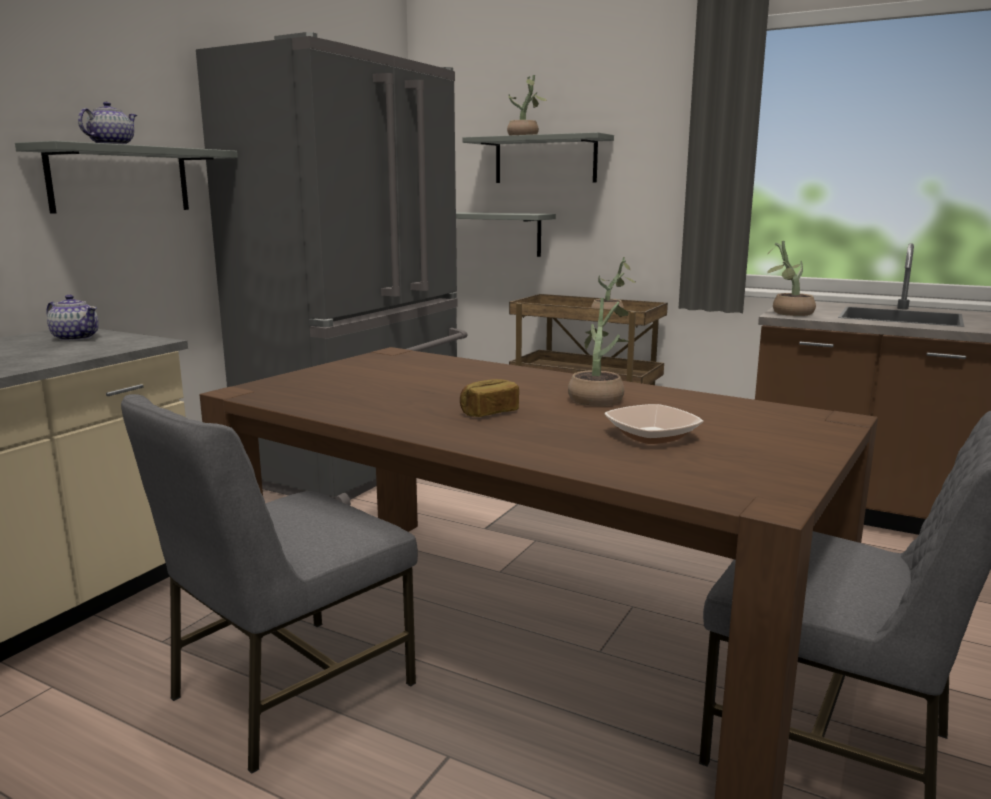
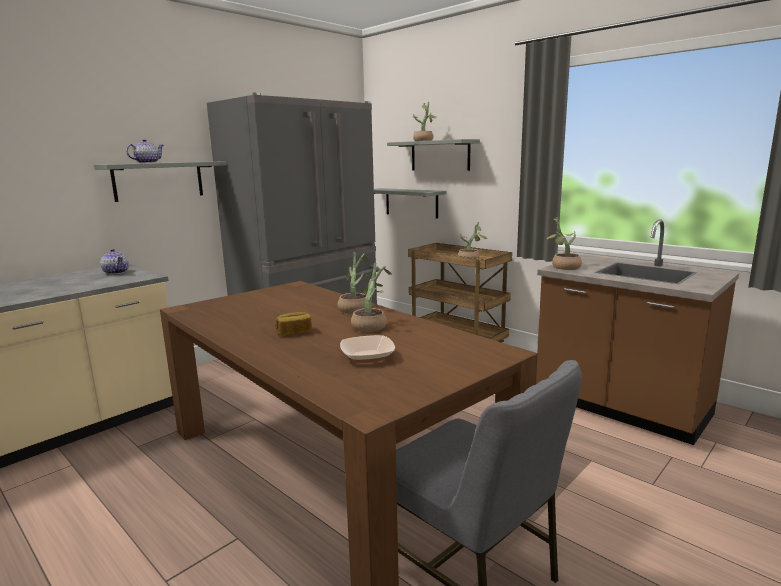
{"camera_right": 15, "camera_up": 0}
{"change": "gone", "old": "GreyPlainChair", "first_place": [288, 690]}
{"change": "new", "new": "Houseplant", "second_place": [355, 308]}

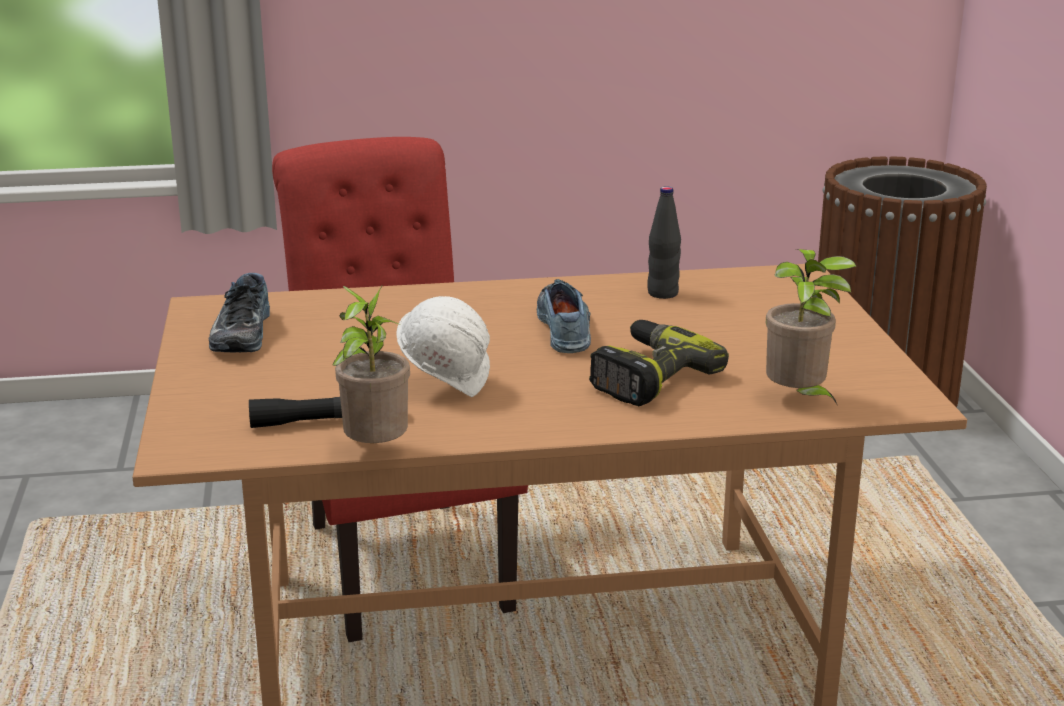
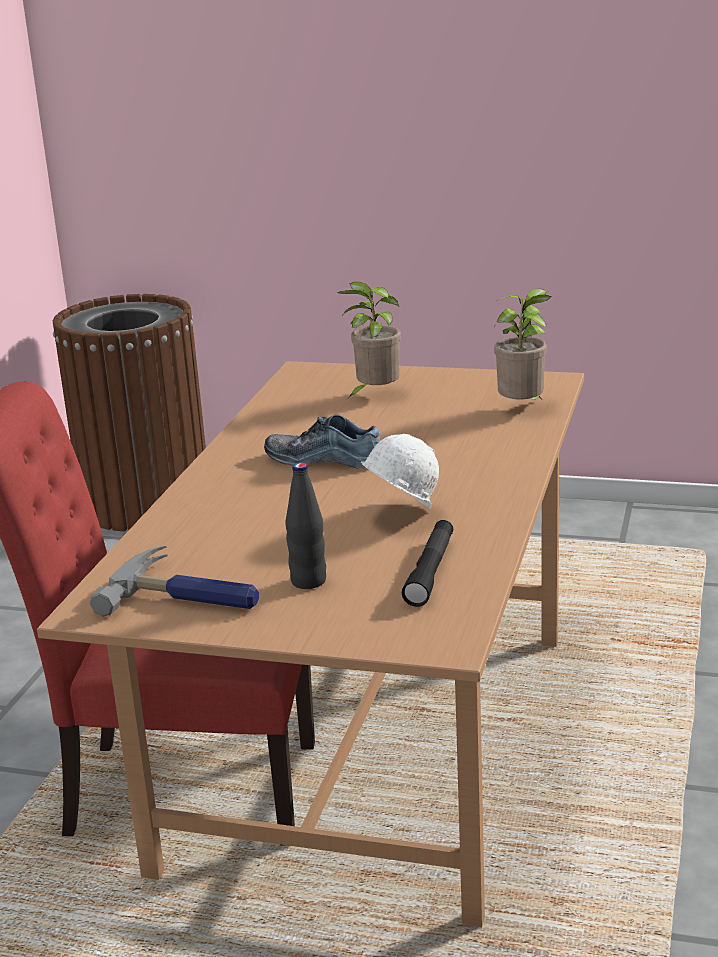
{"camera_right": -65, "camera_up": 0}
{"change": "swapped", "old": "LowShoe", "new": "ToolHammer", "first_place": [240, 334], "second_place": [189, 596]}
{"change": "shifted", "old": "Houseplant", "first_place": [374, 451], "second_place": [375, 395]}
{"change": "gone", "old": "ElectricDrill", "first_place": [647, 377]}
{"change": "shifted", "old": "BlackDrinkBottle", "first_place": [662, 293], "second_place": [308, 581]}

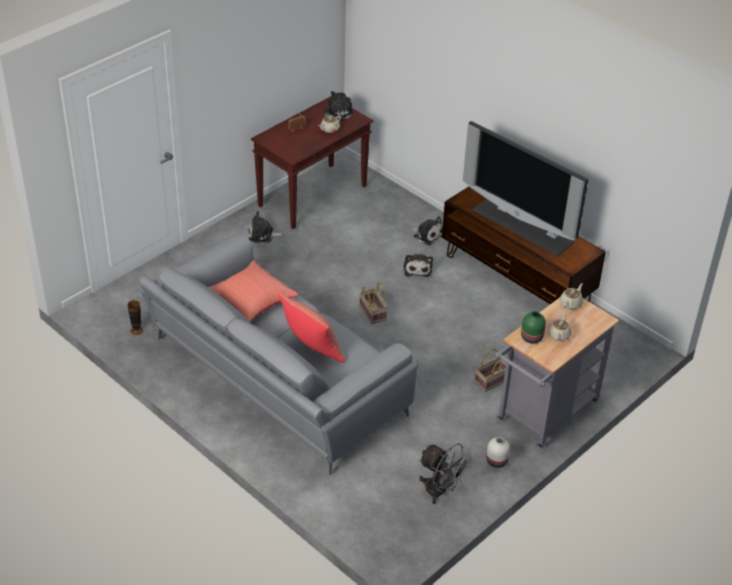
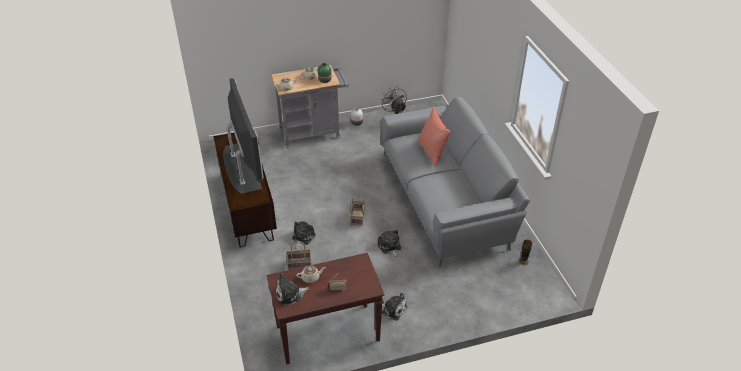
{"camera_right": -150, "camera_up": 0}
{"change": "gone", "old": "RedThrowPillow", "first_place": [252, 302]}
{"change": "shifted", "old": "SoftToy", "first_place": [427, 235], "second_place": [389, 247]}
{"change": "shifted", "old": "StorageBasket", "first_place": [491, 381], "second_place": [300, 264]}

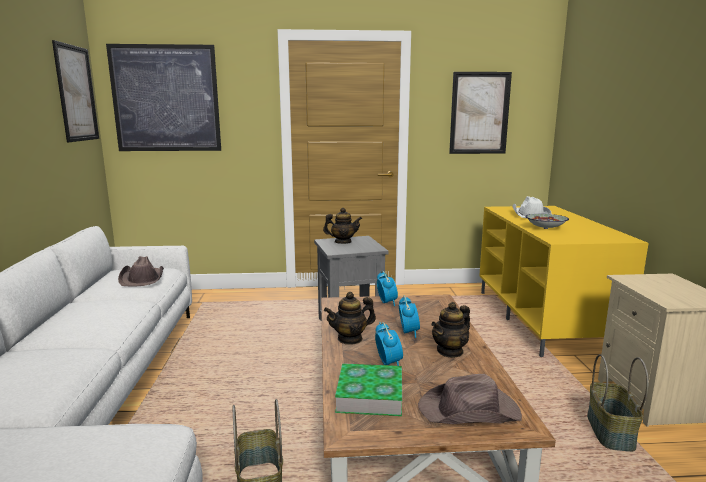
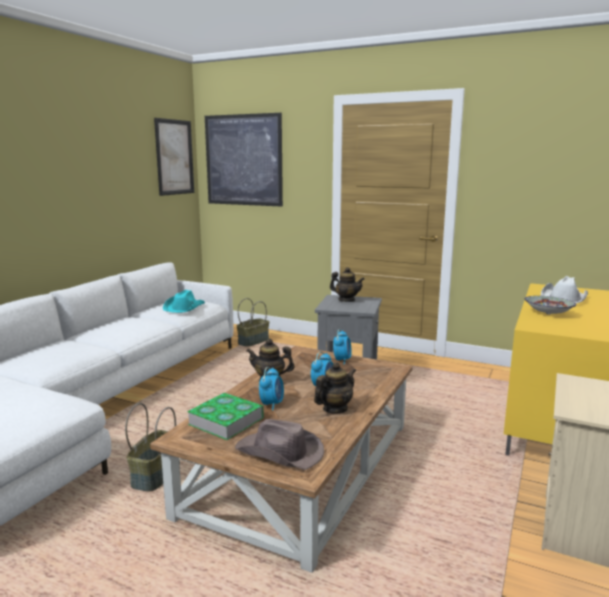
{"camera_right": 30, "camera_up": 0}
{"change": "repainted", "old": "BrownishWearableHat", "new": "BlueGreenWearableHat", "first_place": [142, 278], "second_place": [184, 307]}
{"change": "rotated", "old": "PotForTea", "first_place": [450, 351], "second_place": [334, 409], "degrees": 150}
{"change": "gone", "old": "WallPicture", "first_place": [479, 113]}
{"change": "shifted", "old": "StorageBasket", "first_place": [609, 431], "second_place": [253, 341]}

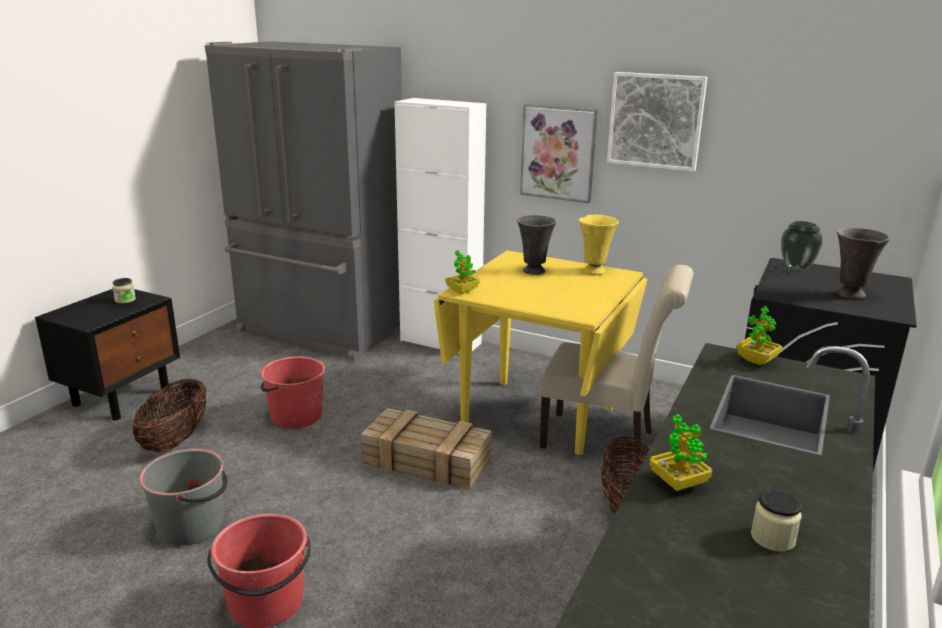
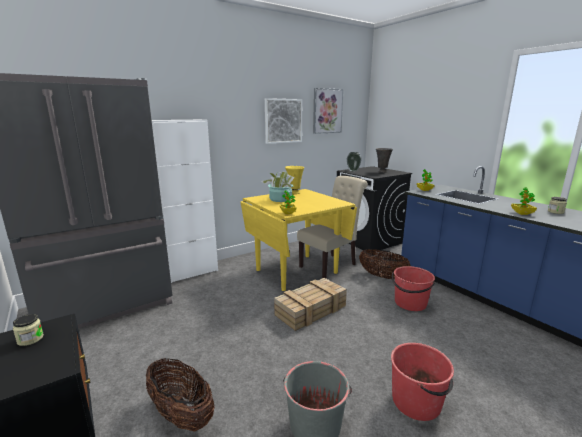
{"camera_right": -60, "camera_up": -5}
{"change": "shifted", "old": "RedBucket", "first_place": [295, 416], "second_place": [410, 303]}
{"change": "swapped", "old": "GreyVase", "new": "Houseplant", "first_place": [534, 271], "second_place": [280, 199]}
{"change": "shifted", "old": "WallPicture", "first_place": [558, 153], "second_place": [327, 111]}

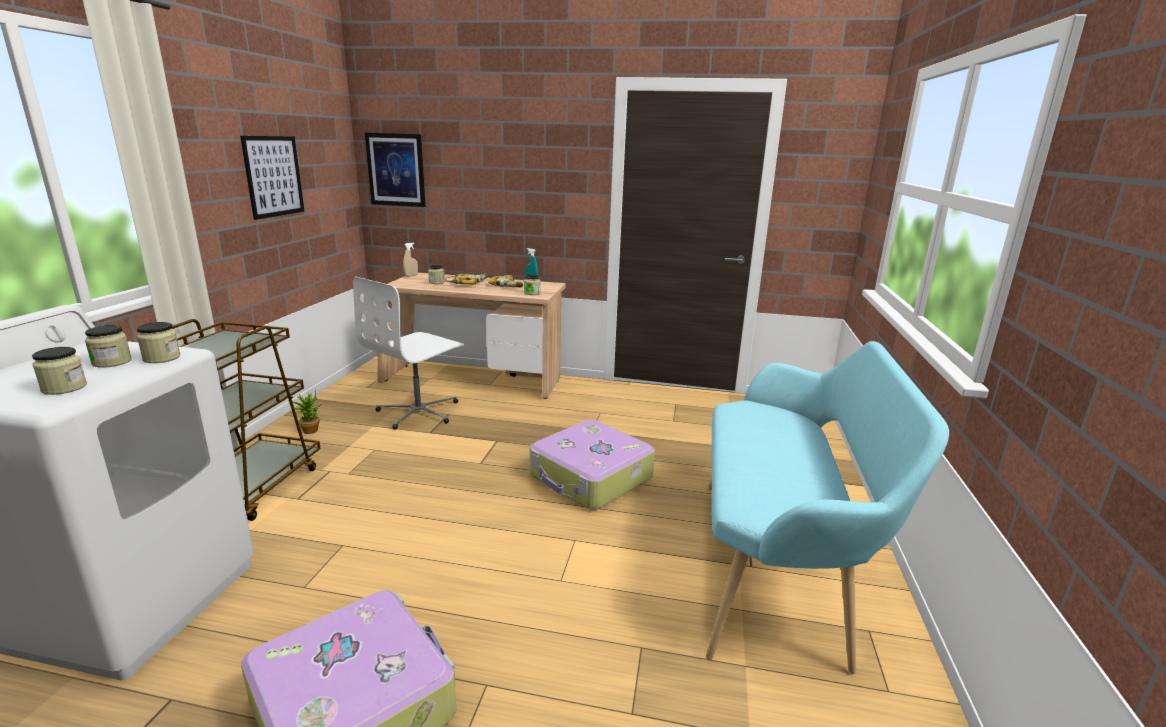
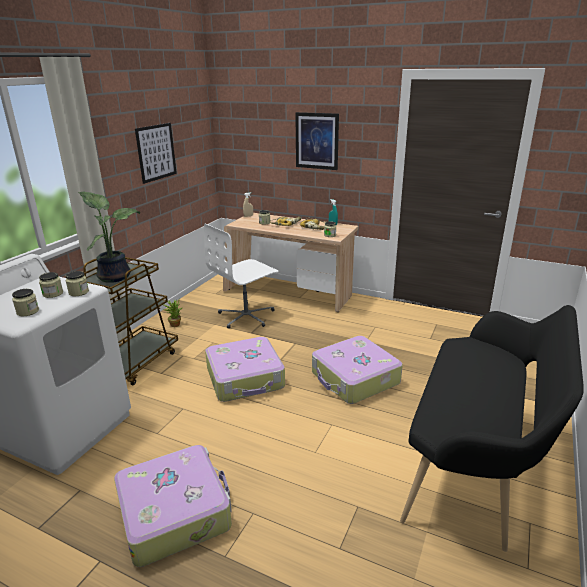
{"camera_right": 15, "camera_up": 5}
{"change": "shifted", "old": "WallPicture", "first_place": [396, 170], "second_place": [317, 141]}
{"change": "repainted", "old": "BlueGreenLongSeat", "new": "BlackLongSeat", "first_place": [779, 567], "second_place": [476, 465]}
{"change": "new", "new": "Houseplant", "second_place": [115, 276]}
{"change": "new", "new": "PieceOfLuggage", "second_place": [246, 378]}

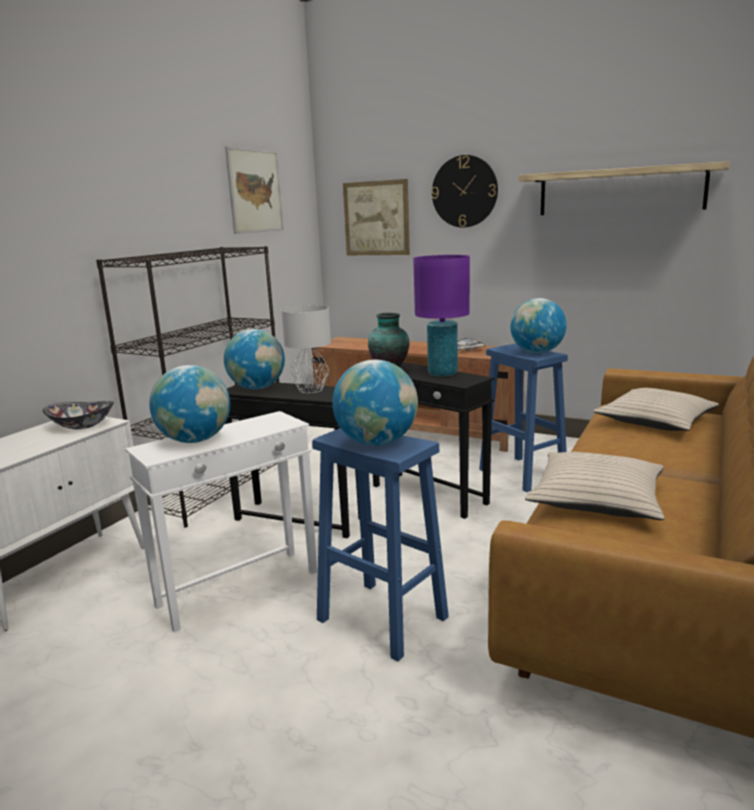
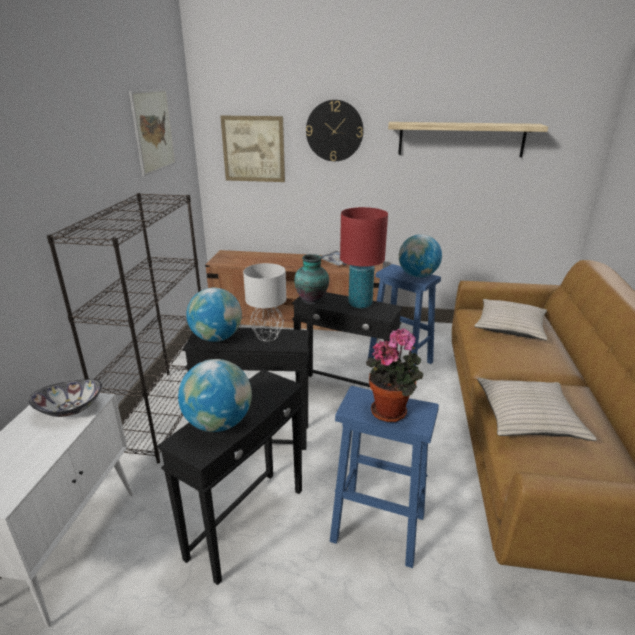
{"camera_right": -20, "camera_up": 10}
{"change": "repainted", "old": "WhiteColouredSideTable", "new": "BlackSideTable", "first_place": [240, 588], "second_place": [247, 523]}
{"change": "swapped", "old": "WorldGlobe", "new": "Houseplant", "first_place": [377, 443], "second_place": [392, 411]}
{"change": "repainted", "old": "PurplishLampForATable", "new": "RedLampForATable", "first_place": [443, 374], "second_place": [360, 304]}

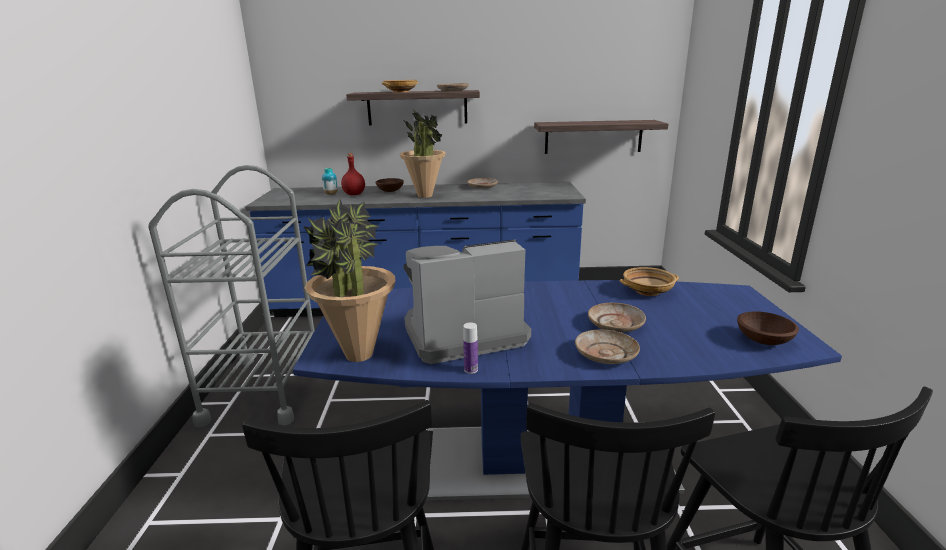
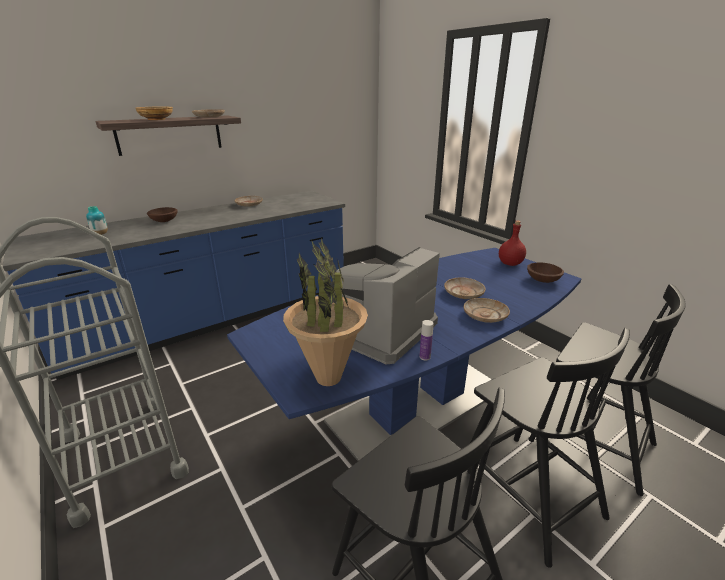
{"camera_right": -35, "camera_up": 5}
{"change": "shifted", "old": "RedDrinkBottle", "first_place": [354, 194], "second_place": [510, 264]}
{"change": "gone", "old": "Houseplant", "first_place": [425, 196]}
{"change": "gone", "old": "WallShelf", "first_place": [593, 137]}
{"change": "gone", "old": "SandColouredDeepDish", "first_place": [648, 291]}

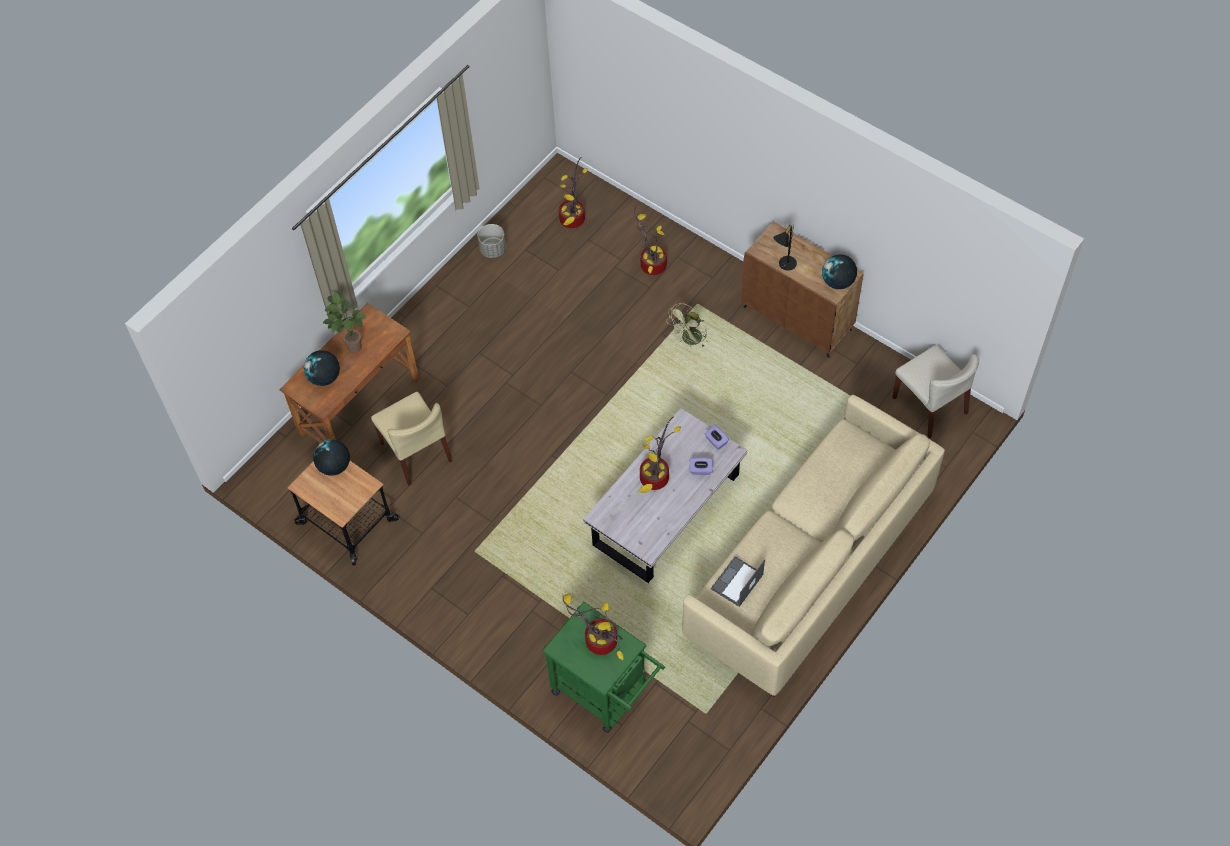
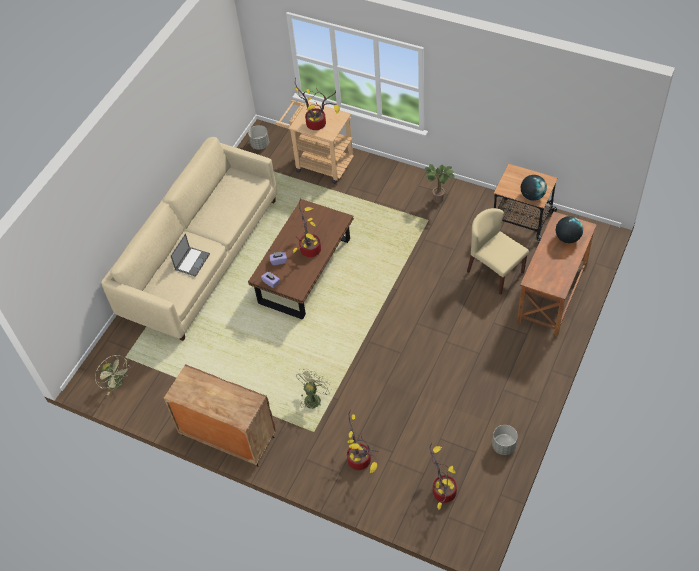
{"camera_right": 170, "camera_up": -5}
{"change": "shifted", "old": "Houseplant", "first_place": [352, 347], "second_place": [440, 199]}
{"change": "repainted", "old": "GreenColouredTrolley", "new": "SandColouredTrolley", "first_place": [605, 694], "second_place": [319, 163]}
{"change": "repainted", "old": "WhiteColouredCoffeeTable", "new": "BrownishCoffeeTable", "first_place": [665, 510], "second_place": [305, 270]}
{"change": "shifted", "old": "Laptop", "first_place": [737, 582], "second_place": [192, 261]}
{"change": "gone", "old": "BlackLampForATable", "first_place": [784, 264]}
{"change": "gone", "old": "WorldGlobe", "first_place": [838, 282]}
{"change": "swapped", "old": "SandColouredPlainChair", "new": "GreenColouredElectricFan", "first_place": [930, 406], "second_place": [117, 384]}
{"change": "new", "new": "GreyPlanter", "second_place": [260, 144]}

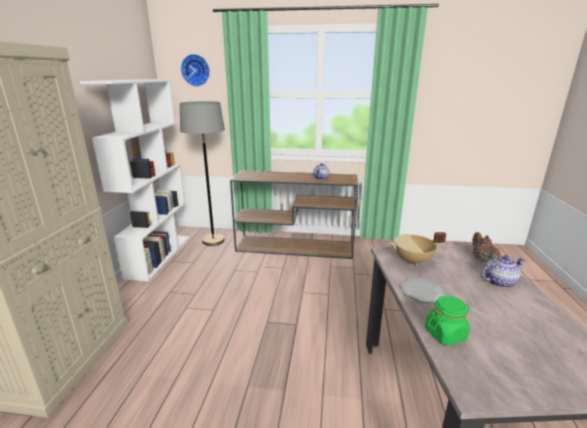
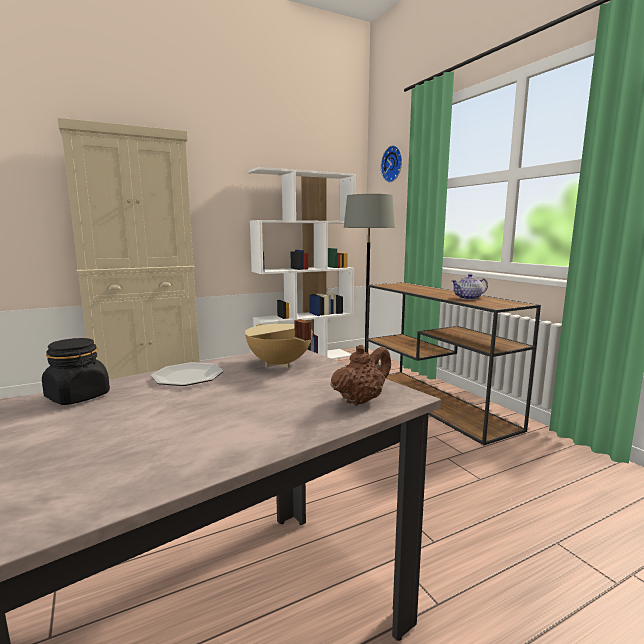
{"camera_right": 55, "camera_up": -10}
{"change": "repainted", "old": "GreenColouredJar", "new": "BlackJar", "first_place": [445, 334], "second_place": [78, 397]}
{"change": "gone", "old": "PotForTea", "first_place": [498, 282]}

